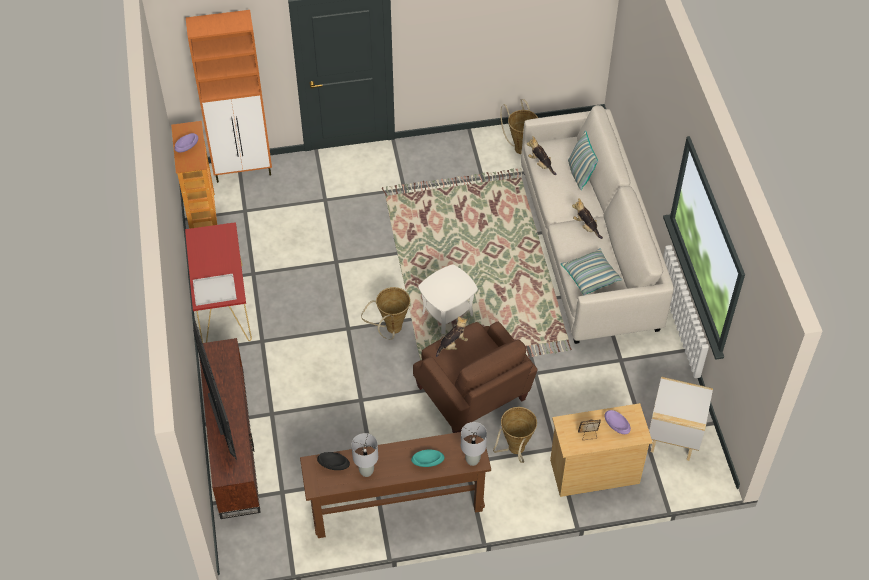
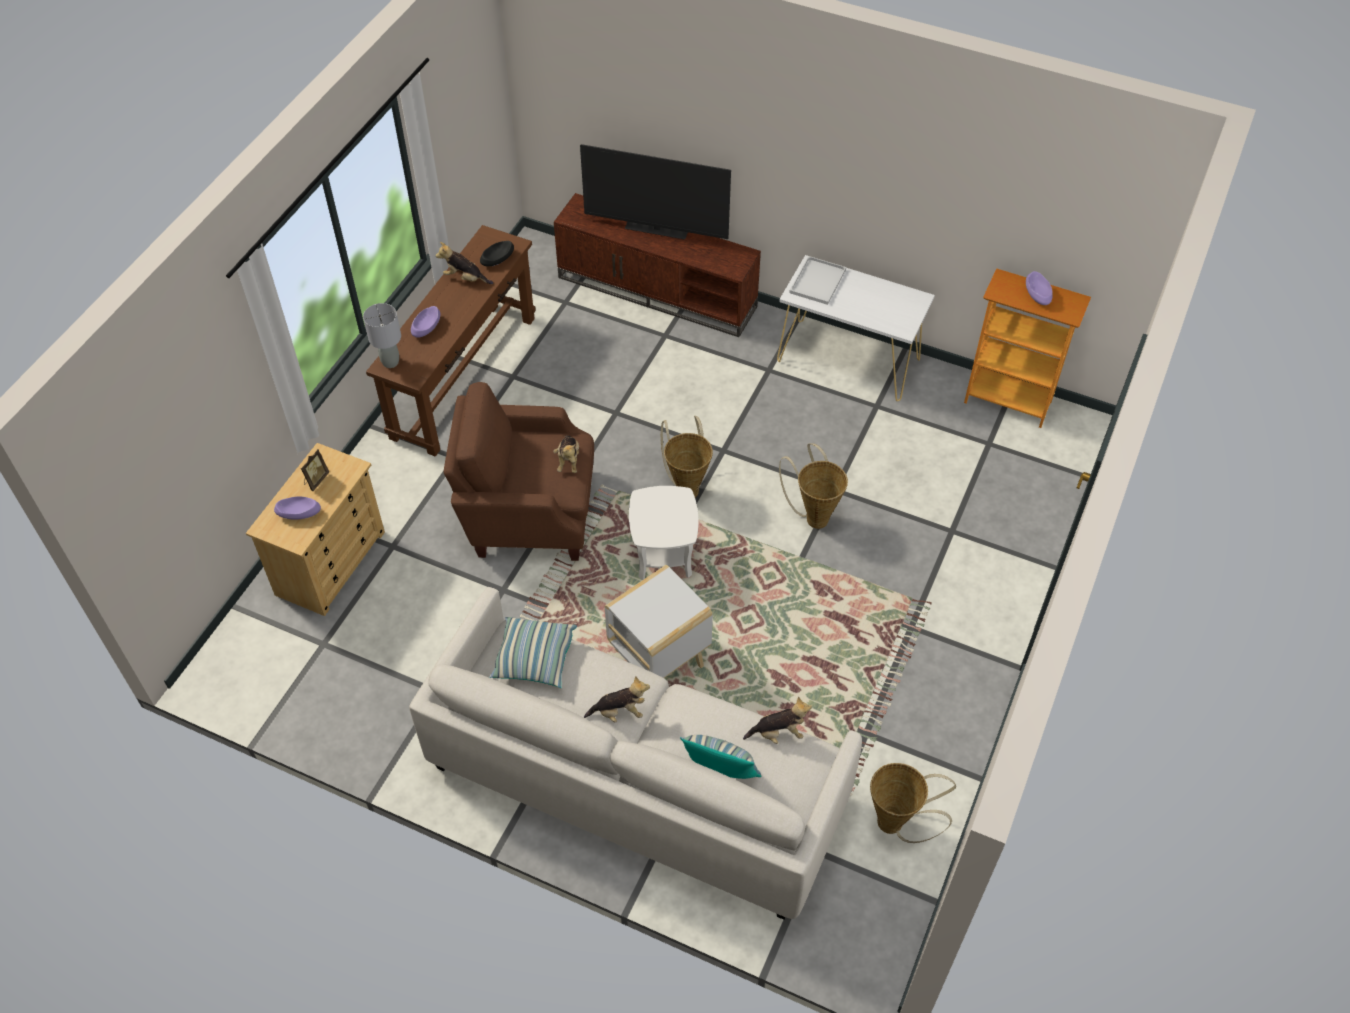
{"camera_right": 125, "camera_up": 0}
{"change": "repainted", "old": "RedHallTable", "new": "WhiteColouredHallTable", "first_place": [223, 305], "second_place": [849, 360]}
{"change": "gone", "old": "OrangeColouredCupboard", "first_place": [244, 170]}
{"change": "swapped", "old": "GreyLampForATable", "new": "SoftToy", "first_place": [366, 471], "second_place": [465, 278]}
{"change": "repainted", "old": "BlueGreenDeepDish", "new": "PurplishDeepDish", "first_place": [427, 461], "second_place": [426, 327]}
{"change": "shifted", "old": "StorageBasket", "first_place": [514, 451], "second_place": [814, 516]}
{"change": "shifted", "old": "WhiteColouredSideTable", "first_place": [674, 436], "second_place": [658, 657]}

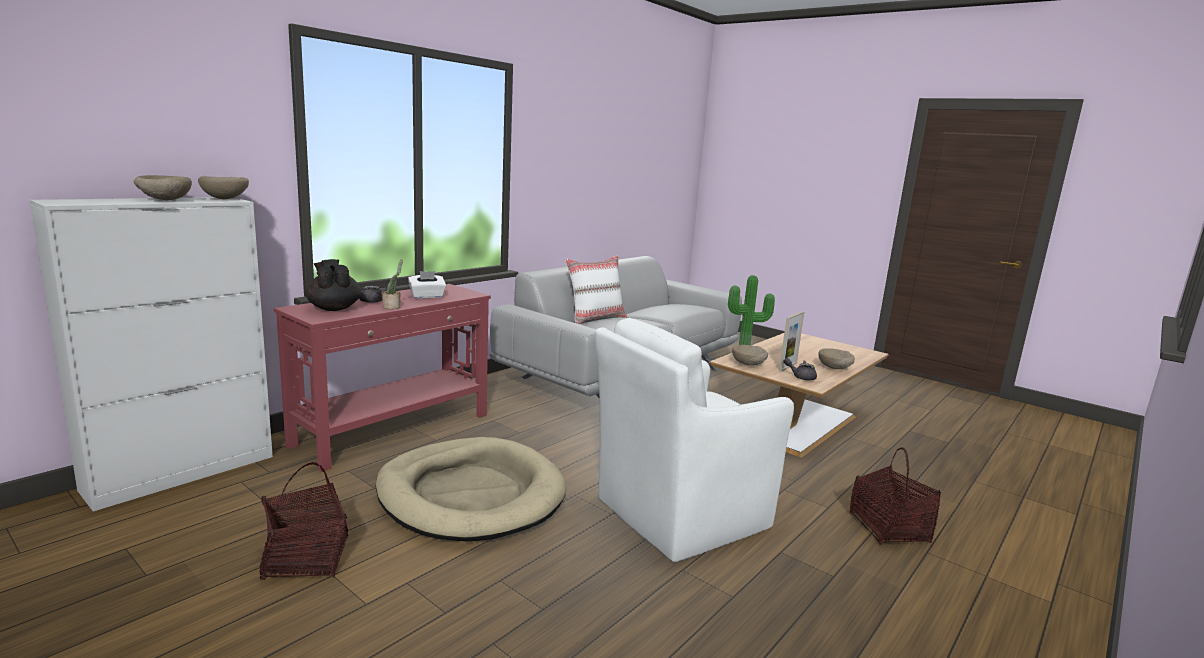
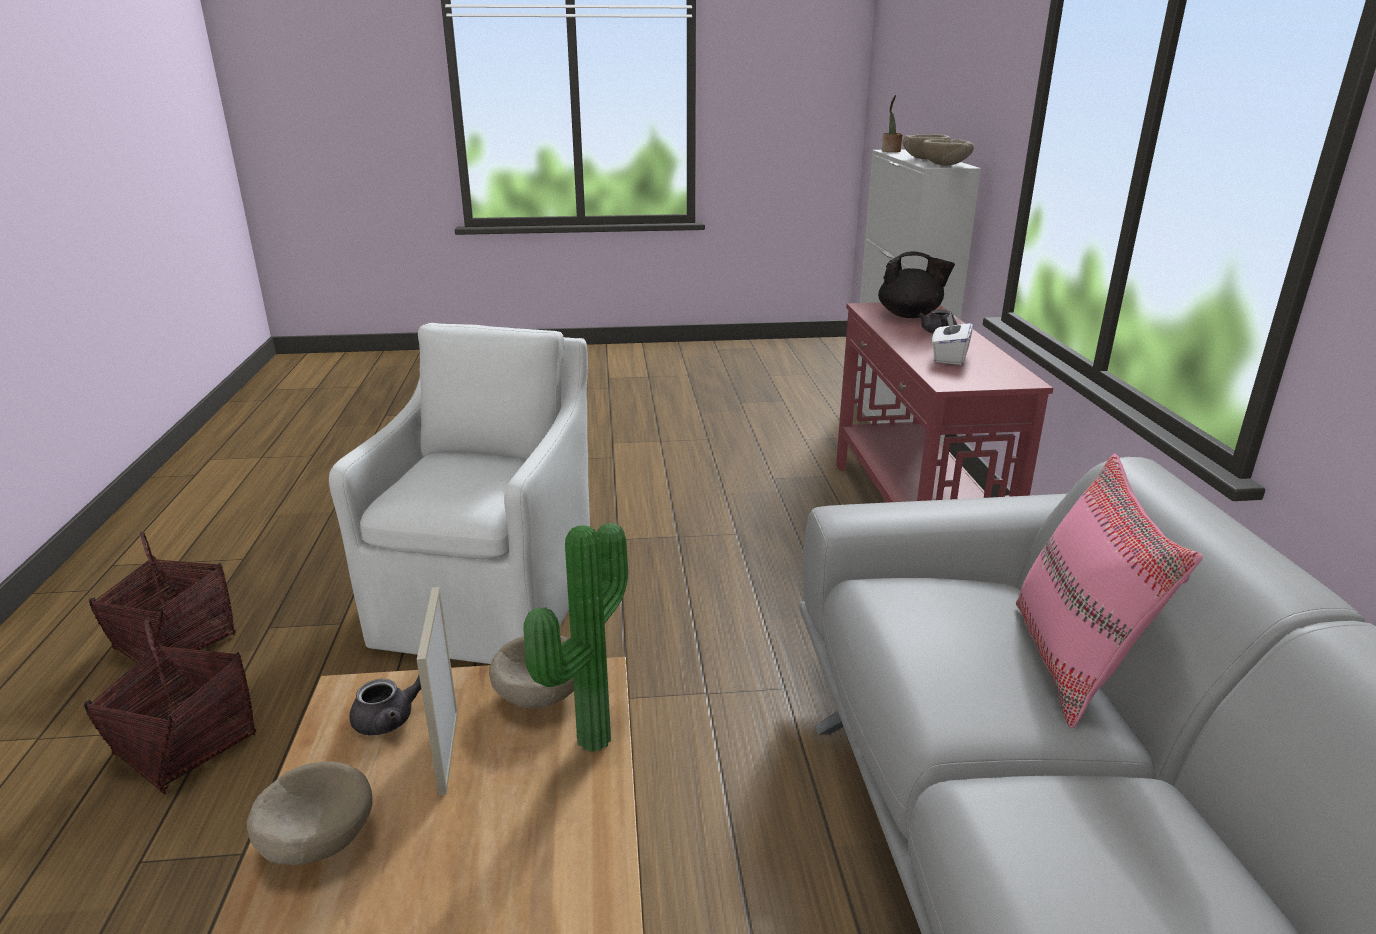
{"camera_right": 135, "camera_up": 10}
{"change": "shifted", "old": "StorageBasket", "first_place": [306, 559], "second_place": [176, 642]}
{"change": "gone", "old": "SandColouredDogCushion", "first_place": [470, 495]}
{"change": "shifted", "old": "Houseplant", "first_place": [393, 307], "second_place": [890, 151]}
{"change": "repainted", "old": "WhiteColouredThrowPillow", "new": "PinkishThrowPillow", "first_place": [595, 318], "second_place": [1074, 662]}

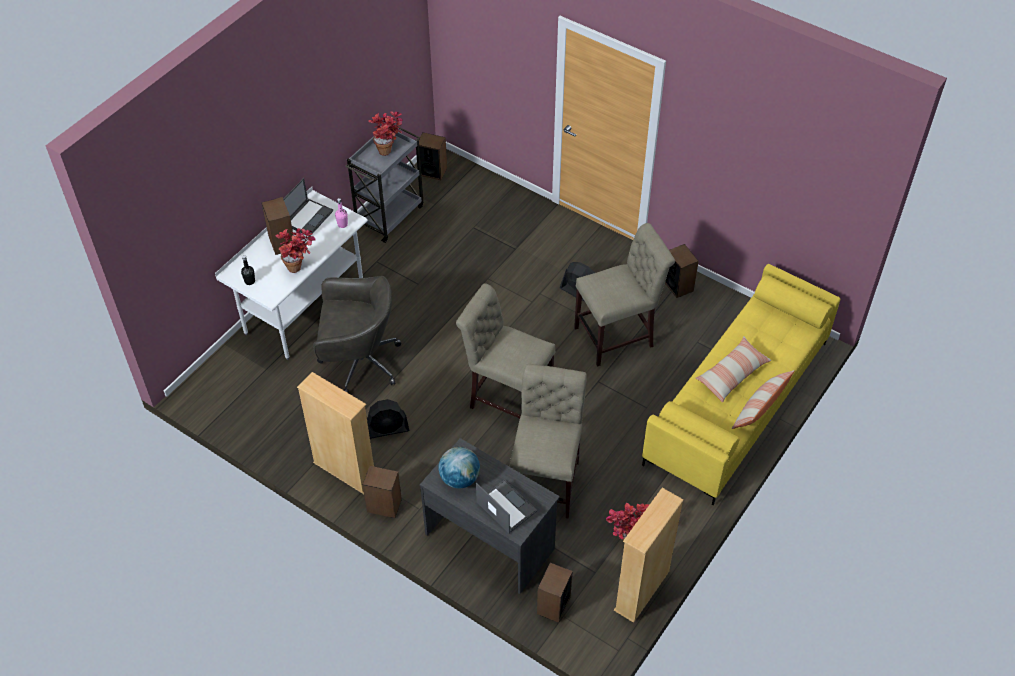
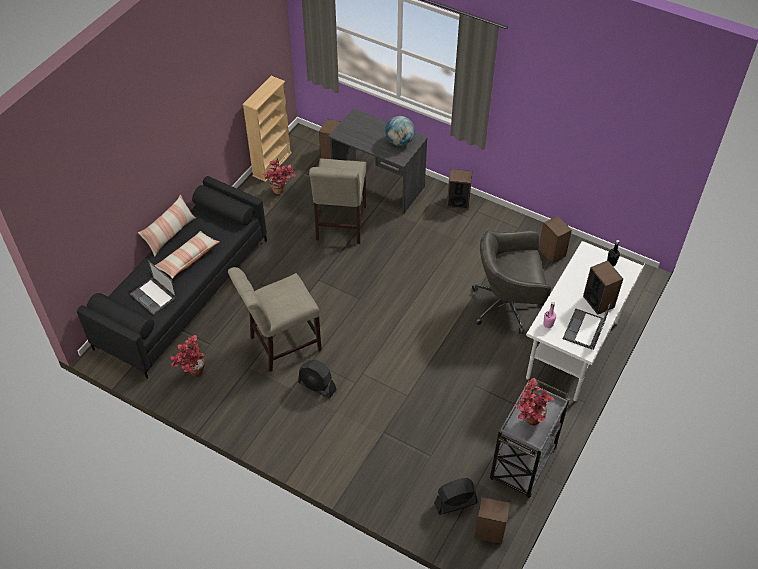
{"camera_right": 175, "camera_up": 0}
{"change": "shifted", "old": "Houseplant", "first_place": [299, 267], "second_place": [192, 374]}
{"change": "gone", "old": "SandColouredBookcase", "first_place": [345, 471]}
{"change": "shifted", "old": "BlackElectricFan", "first_place": [387, 429], "second_place": [455, 503]}
{"change": "gone", "old": "SandColouredPlainChair", "first_place": [506, 398]}
{"change": "shifted", "old": "Laptop", "first_place": [505, 506], "second_place": [154, 296]}
{"change": "repainted", "old": "YellowishSettee", "new": "BlackSettee", "first_place": [737, 403], "second_place": [183, 292]}
{"change": "shifted", "old": "AudioSpeaker", "first_place": [678, 285], "second_place": [551, 252]}

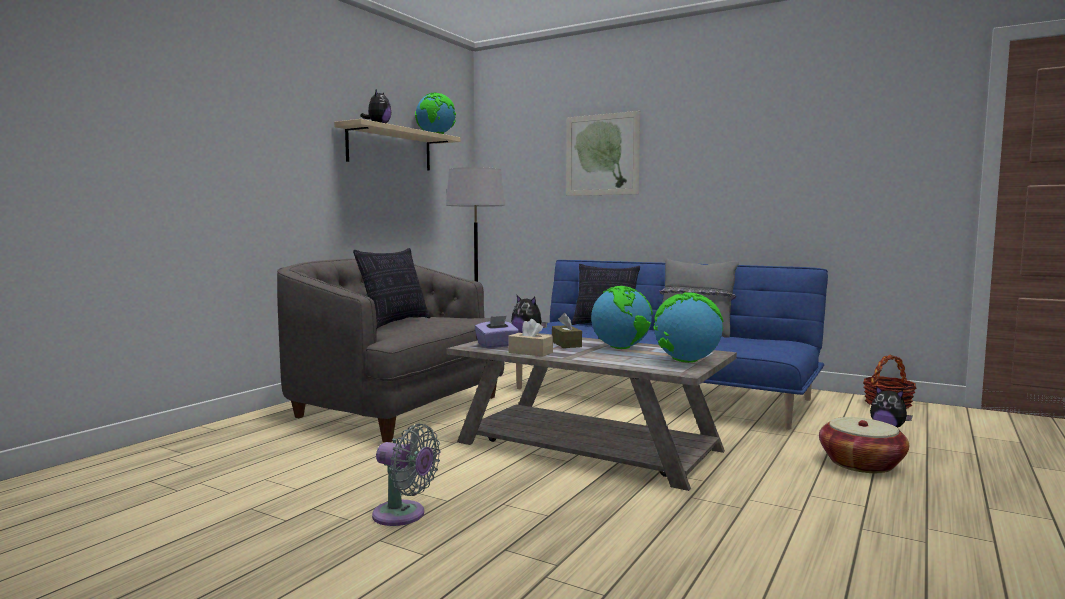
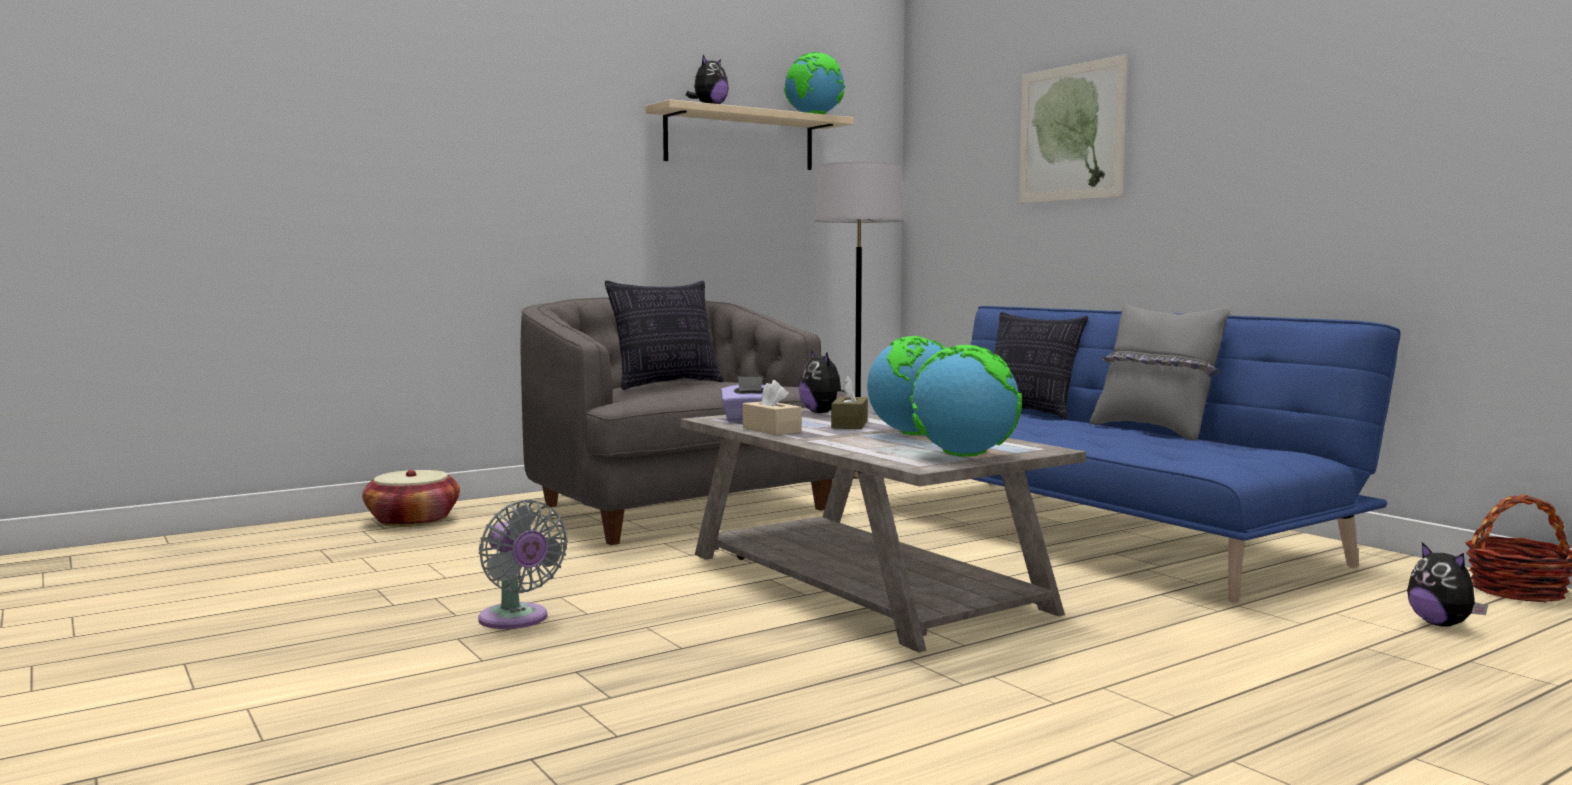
{"camera_right": 25, "camera_up": 0}
{"change": "shifted", "old": "StorageBasket", "first_place": [861, 464], "second_place": [412, 521]}

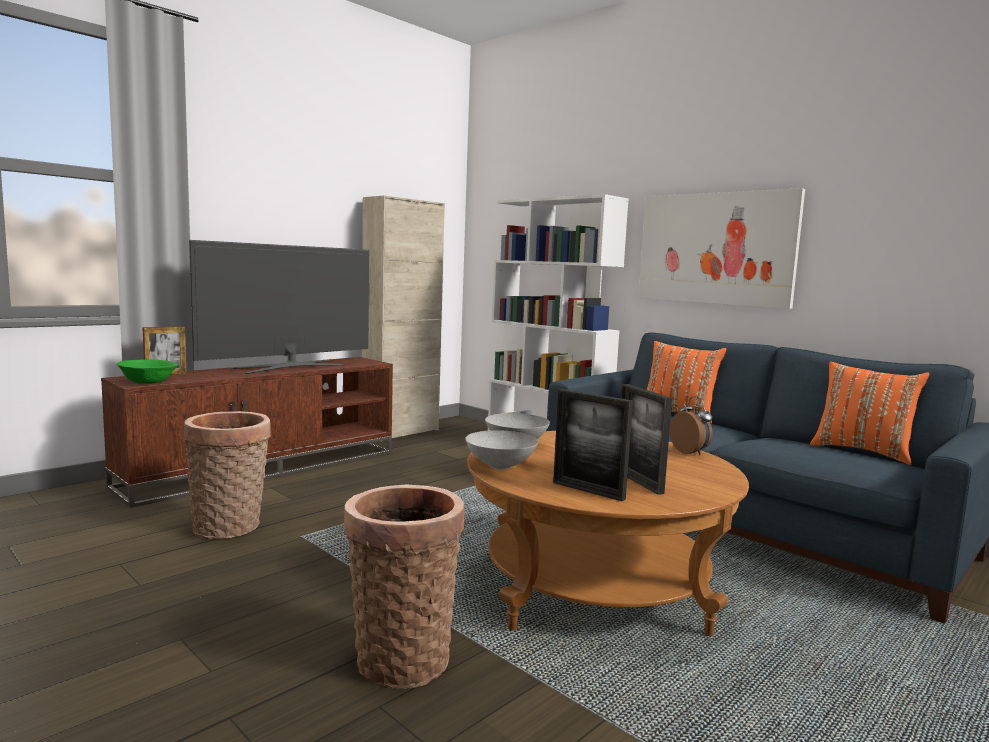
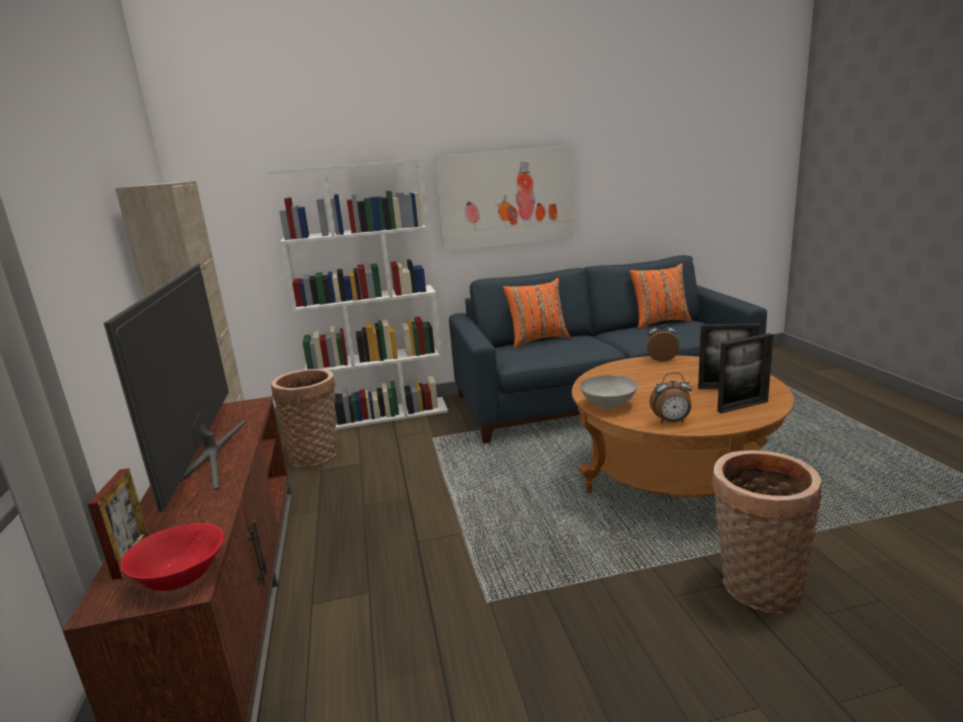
{"camera_right": -55, "camera_up": 10}
{"change": "repainted", "old": "GreenColouredDeepDish", "new": "RedDeepDish", "first_place": [147, 382], "second_place": [180, 577]}
{"change": "shifted", "old": "StorageBasket", "first_place": [231, 527], "second_place": [316, 455]}
{"change": "swapped", "old": "GreyDeepDish", "new": "AlarmClock", "first_place": [501, 466], "second_place": [671, 421]}

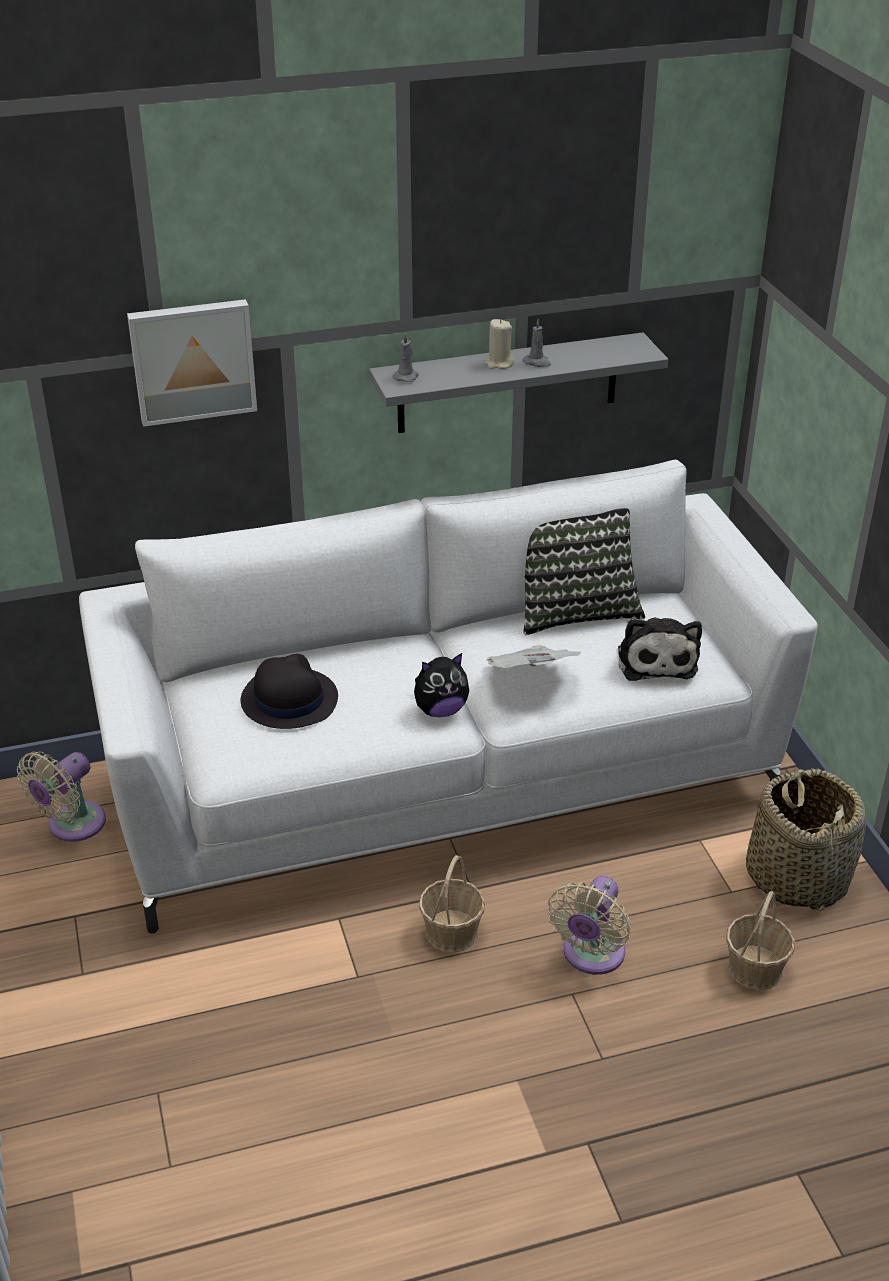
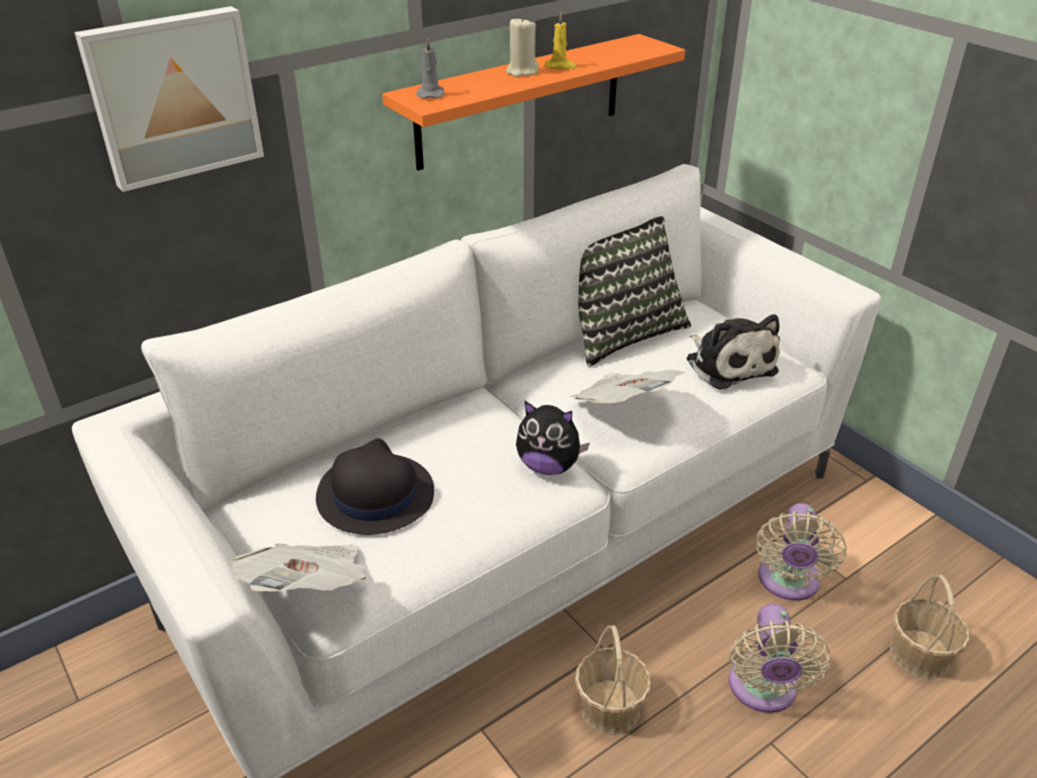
{"camera_right": -20, "camera_up": 0}
{"change": "shifted", "old": "SandColouredElectricFan", "first_place": [72, 826], "second_place": [788, 583]}
{"change": "repainted", "old": "GreyWallShelf", "new": "OrangeColouredWallShelf", "first_place": [508, 383], "second_place": [520, 101]}
{"change": "rotated", "old": "SoftToy", "first_place": [440, 710], "second_place": [548, 466], "degrees": 60}
{"change": "repainted", "old": "GreyWaxLight", "new": "YellowishWaxLight", "first_place": [537, 362], "second_place": [560, 66]}
{"change": "gone", "old": "StorageBasket", "first_place": [797, 876]}
{"change": "new", "new": "Newspaper", "second_place": [308, 590]}

